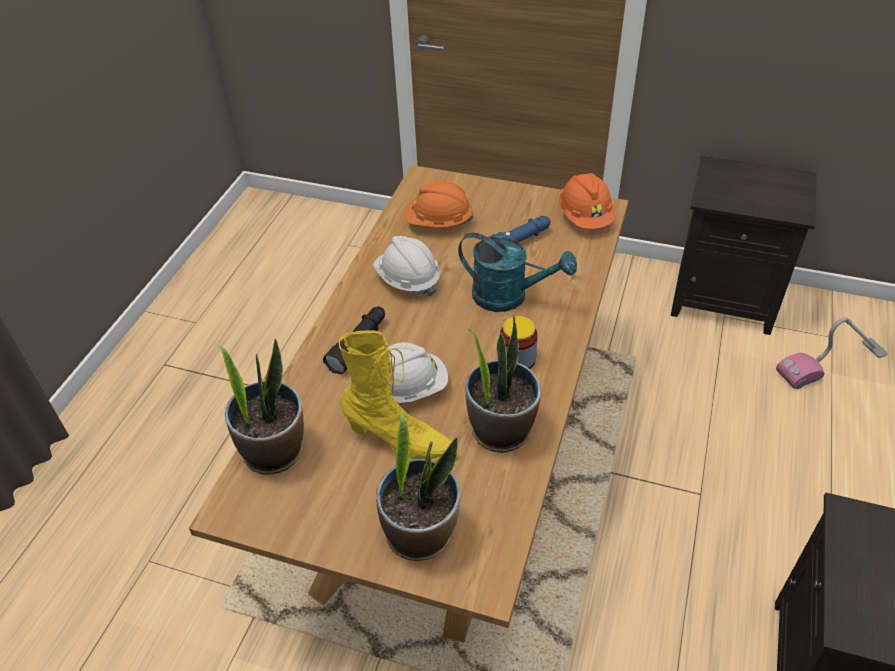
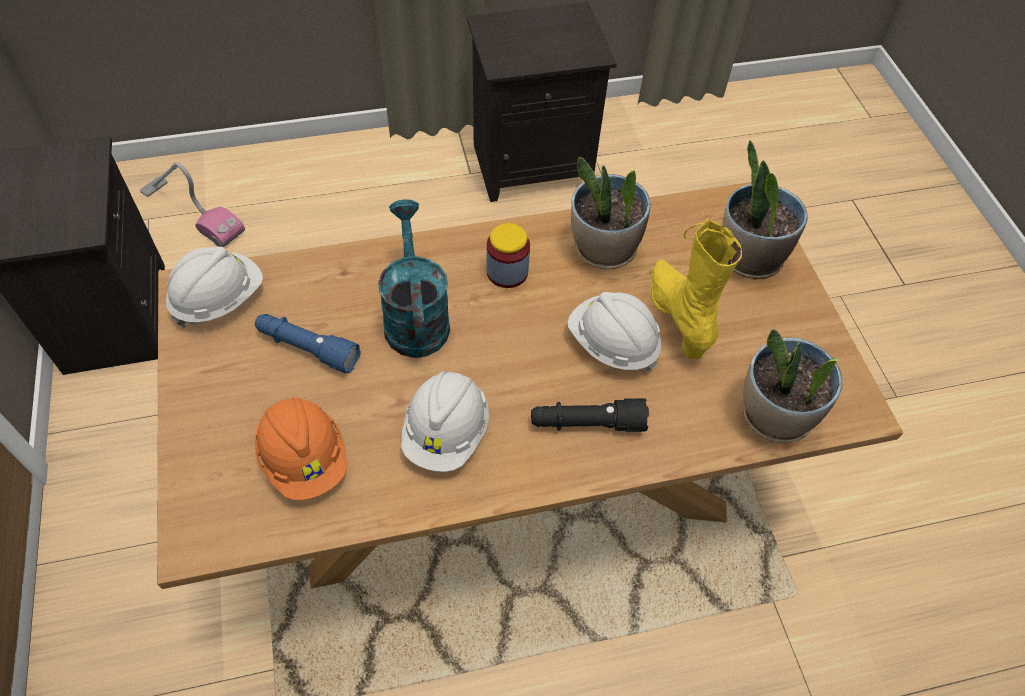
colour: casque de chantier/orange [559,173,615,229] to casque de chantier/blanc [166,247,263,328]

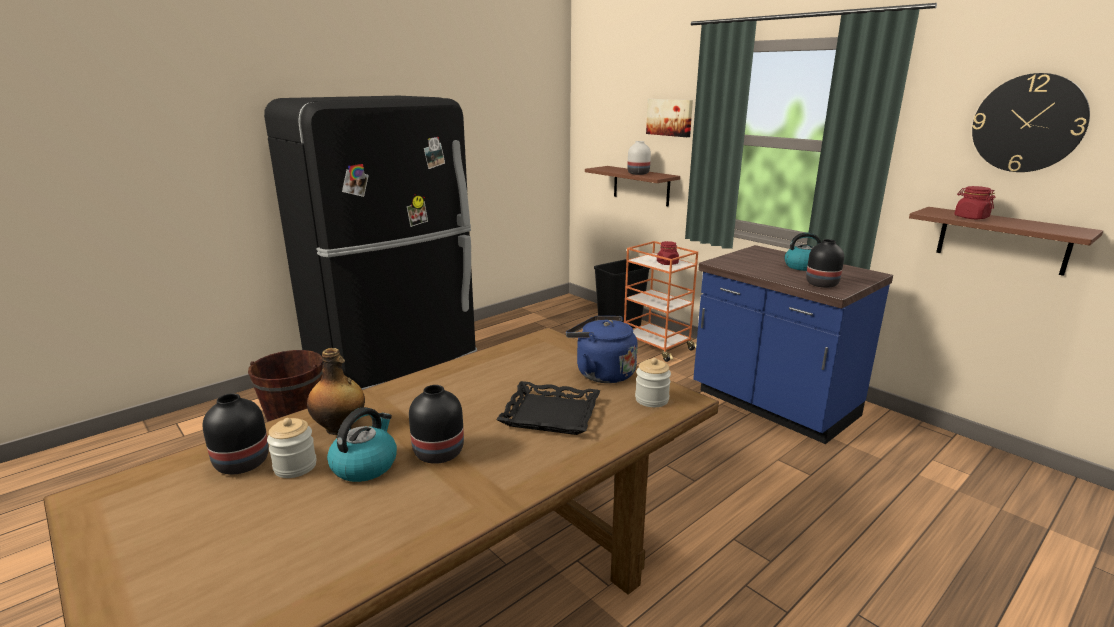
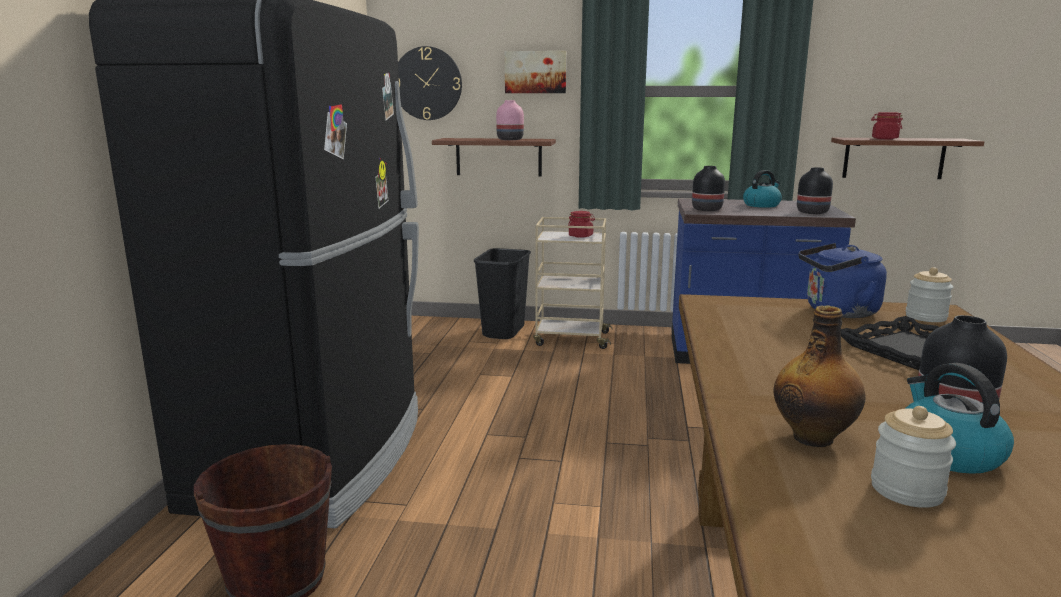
relocated: vase/noir [203,393,269,475] to [692,166,725,211]; horloge murale [972,73,1090,172] to [398,46,462,120]
colour: chariot/orange [624,241,698,362] to chariot/beige [533,217,613,349]; vase/blanc [627,141,651,175] to vase/rose [496,100,524,140]

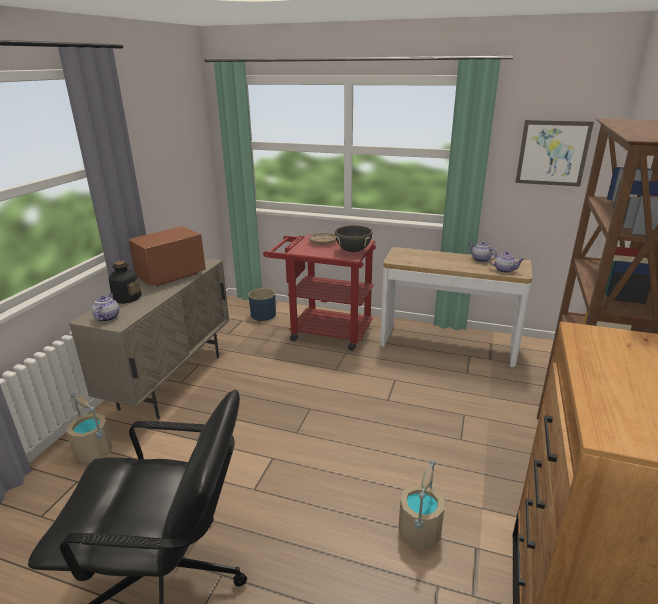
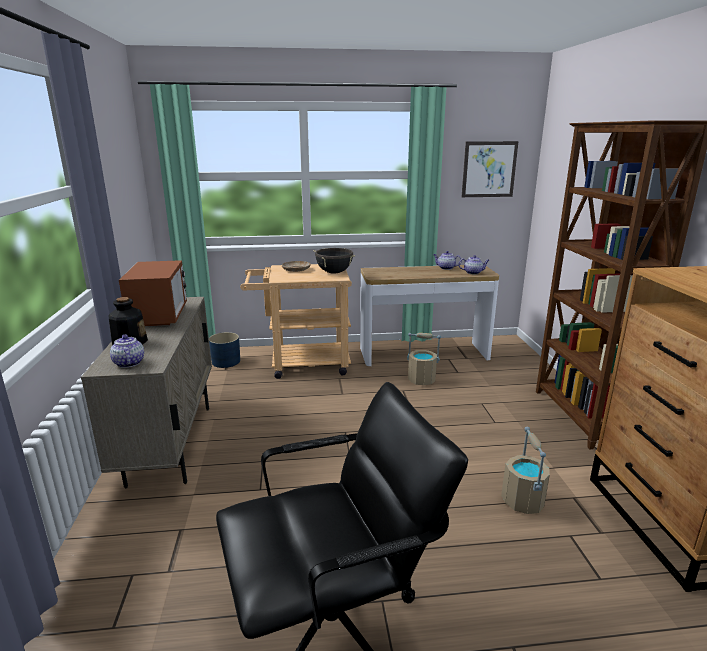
relocated: seau/beige [66,393,113,463] to [407,333,441,385]
colour: chariot/rouge [263,234,376,351] to chariot/beige [240,264,352,379]
spun: micro-ondes [129,226,206,286] = [119,260,187,326] 150 degrees clockwise

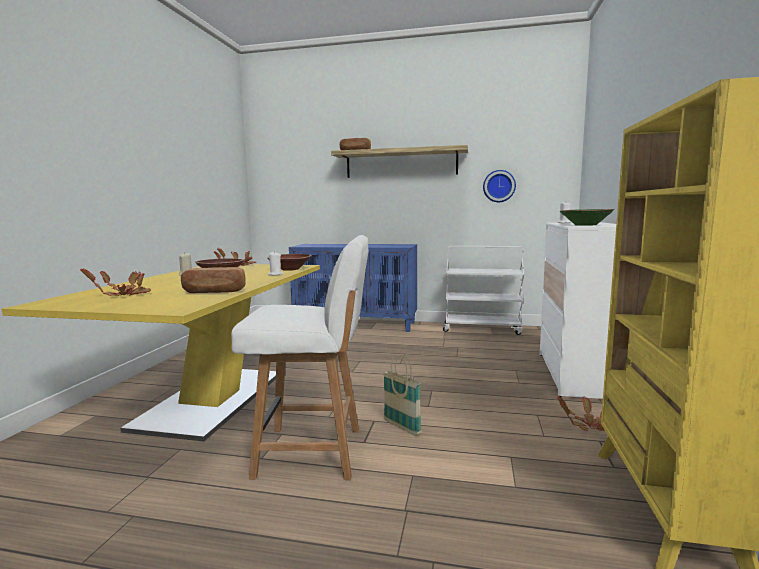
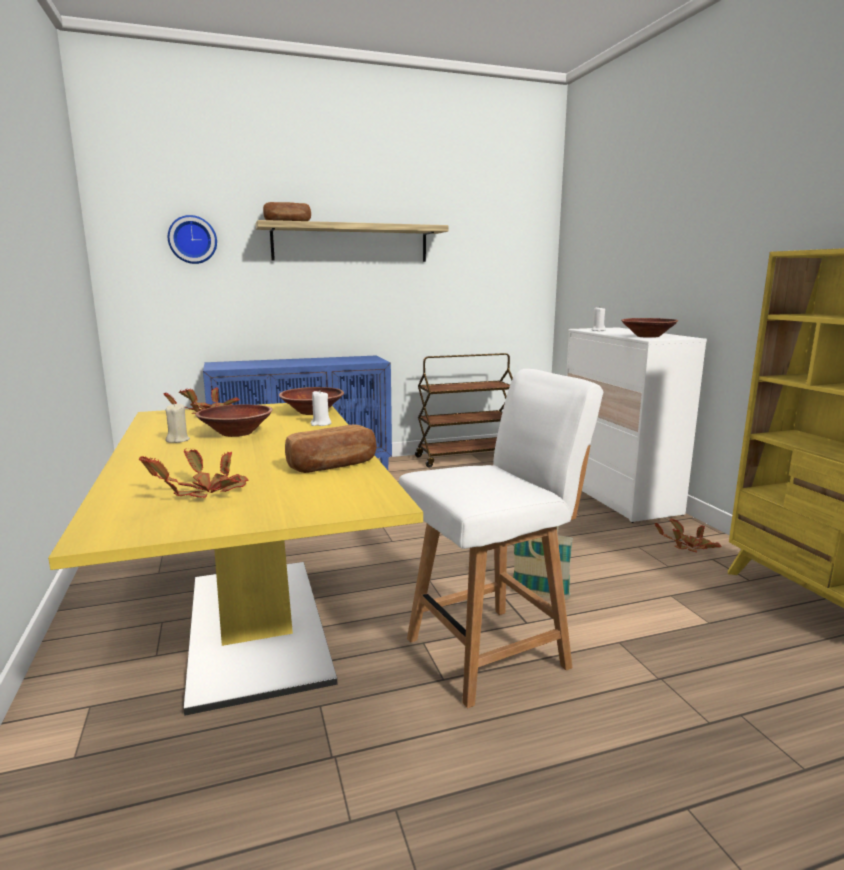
relocated: horloge murale [483,170,516,202] to [168,215,217,264]
colour: chariot/blanc [443,246,524,335] to chariot/marron [415,353,513,468]; bol/vert [560,209,614,226] to bol/marron [621,318,678,338]

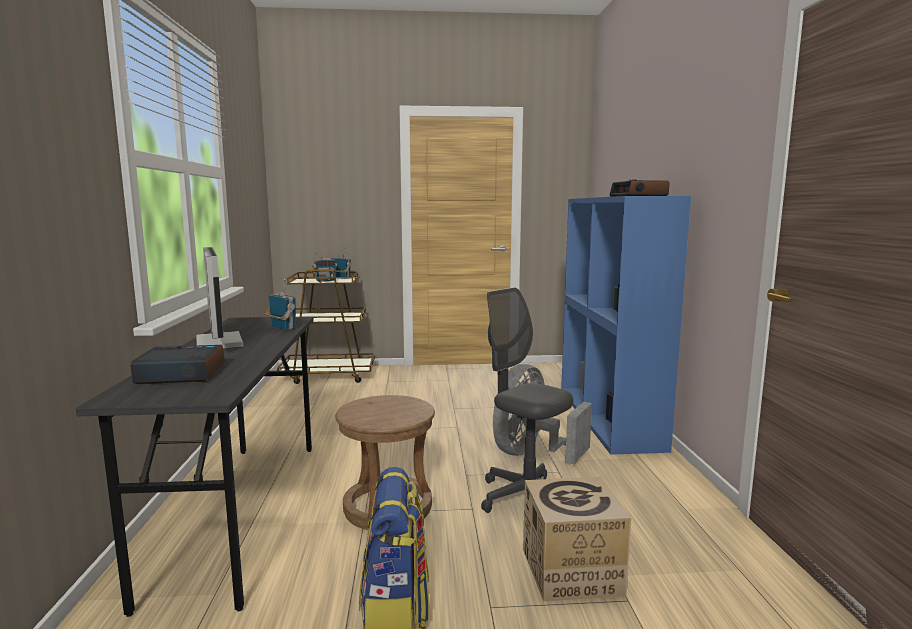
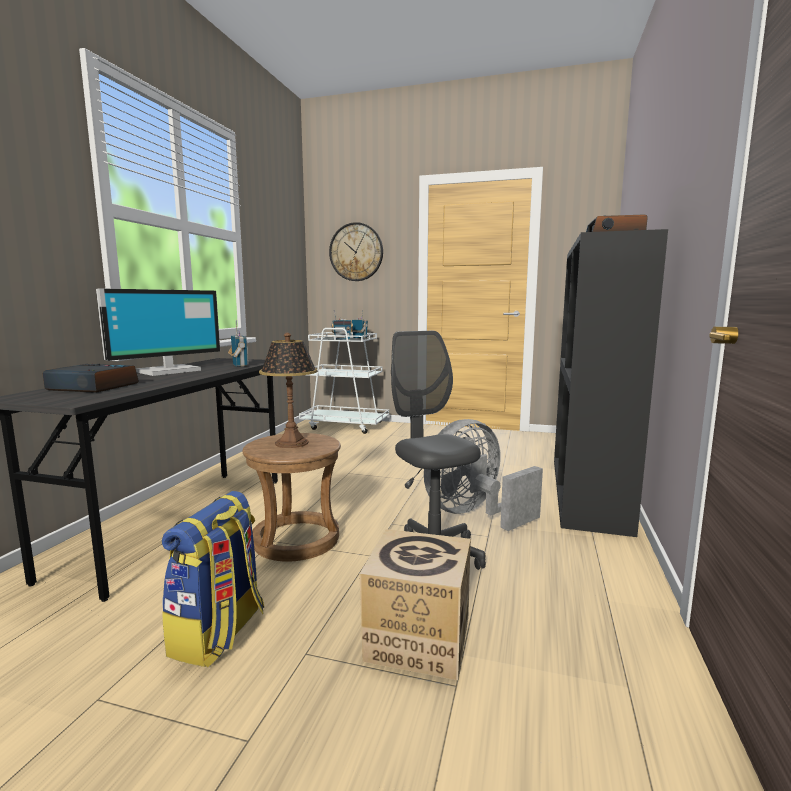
appeared: lampe de table [259,333,318,448]; horloge murale [329,222,383,281]
colour: chariot/marron [277,269,374,384] to chariot/blanc [299,328,389,434]; bibliothèque/bleu [561,196,691,455] to bibliothèque/noir [554,229,668,537]
spun: écran d'ordinateur [196,247,243,348] = [96,288,220,376] 45 degrees clockwise

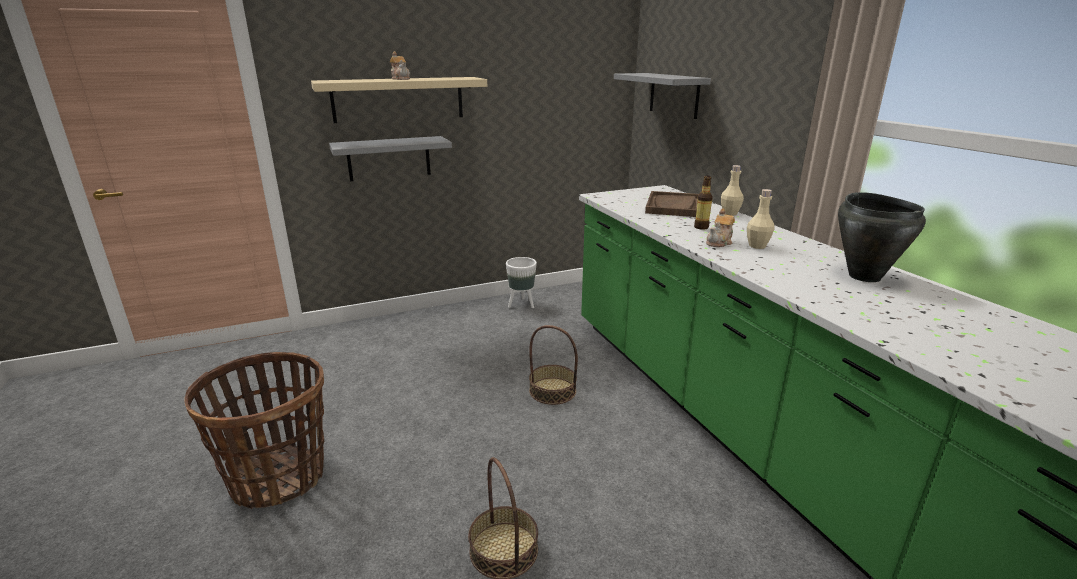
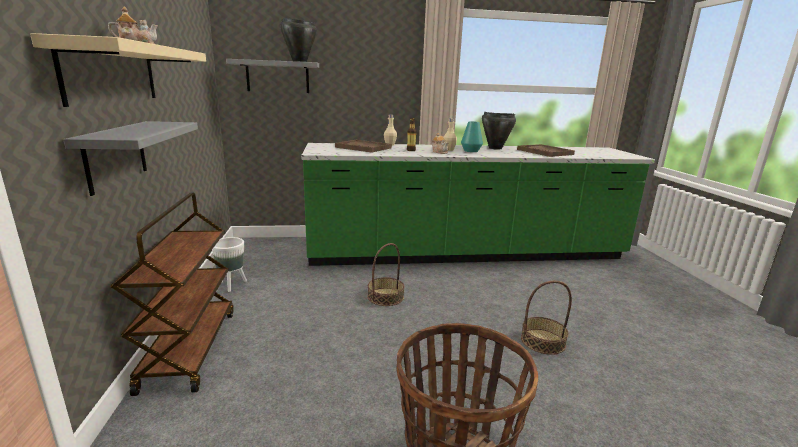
appeared: chariot/marron [110,193,234,396]; marmite/noir [280,18,317,62]; vase/turquoise [461,121,483,152]; plateau/marron [517,144,575,157]

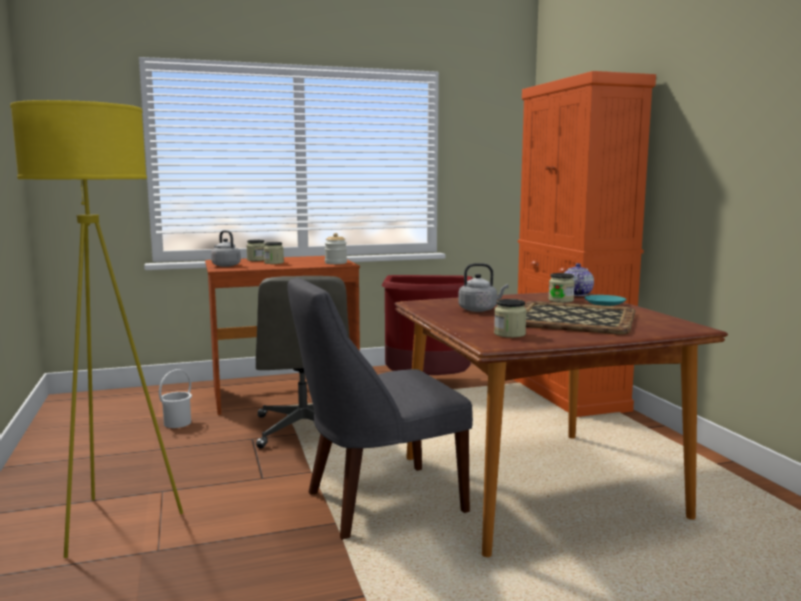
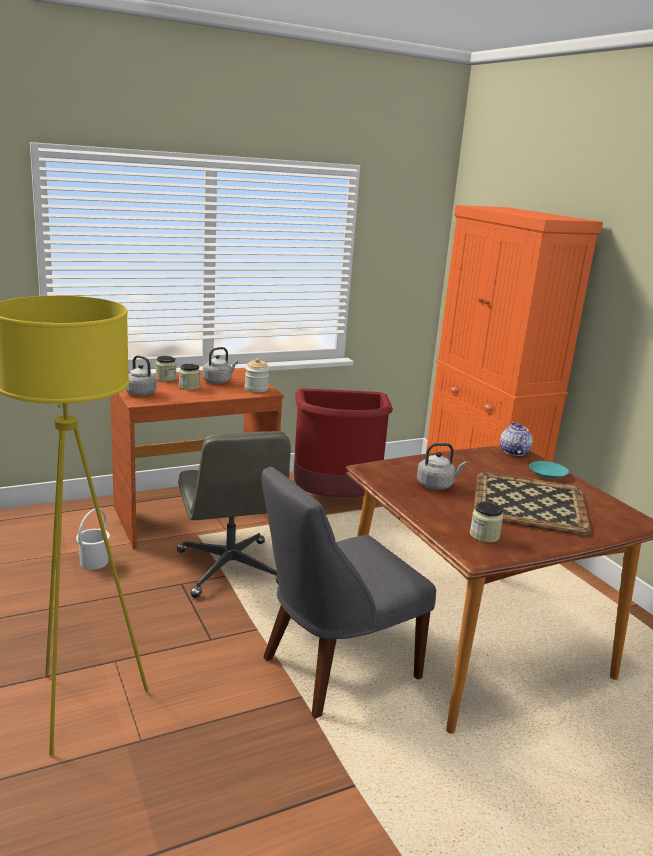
missing: bocal [548,273,575,303]
appeared: bouilloire/gris [203,347,238,384]

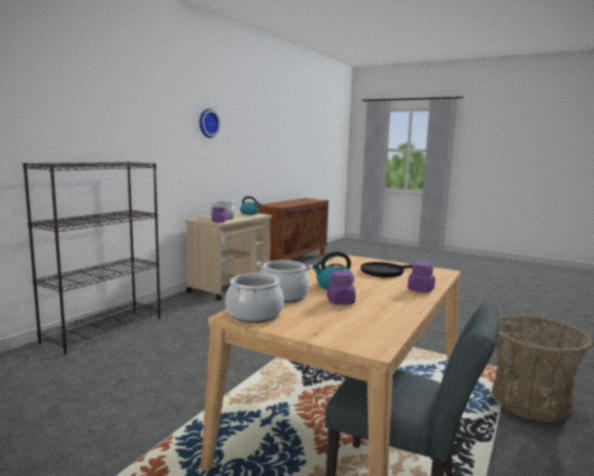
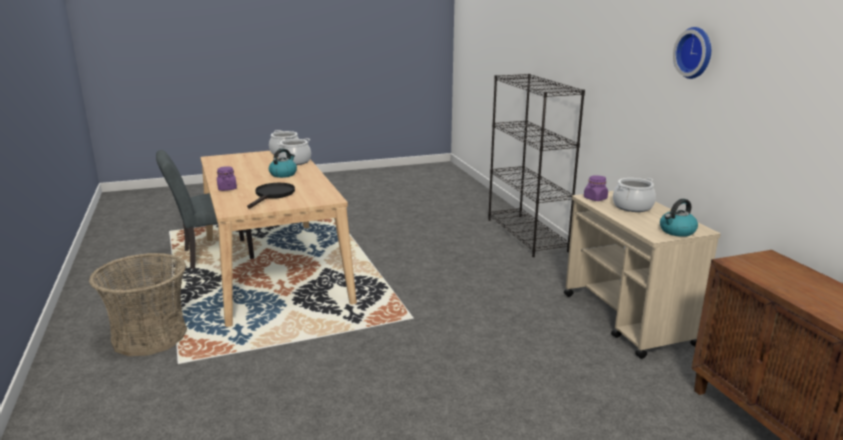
missing: bocal/violet [327,271,356,305]

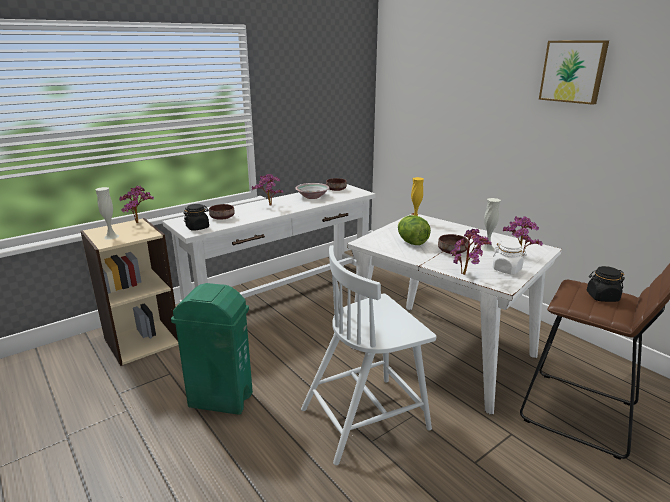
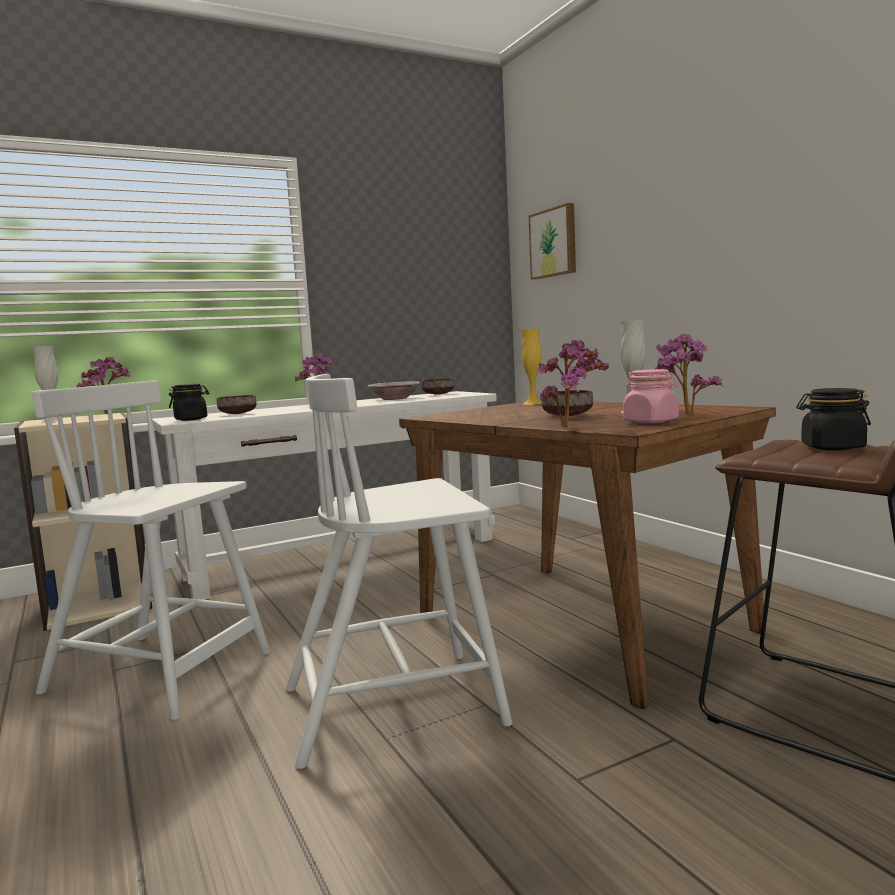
missing: laitue [398,215,431,245]
relocated: tableau [539,40,609,105] to [528,203,576,280]
exchanged: poubelle/vert [171,283,253,415] to chaise/blanc [32,380,270,720]
colour: table à manger/blanc [347,213,562,415] to table à manger/marron [399,400,776,709]; bocal/blanc [493,241,527,275] to bocal/rose [623,369,679,423]

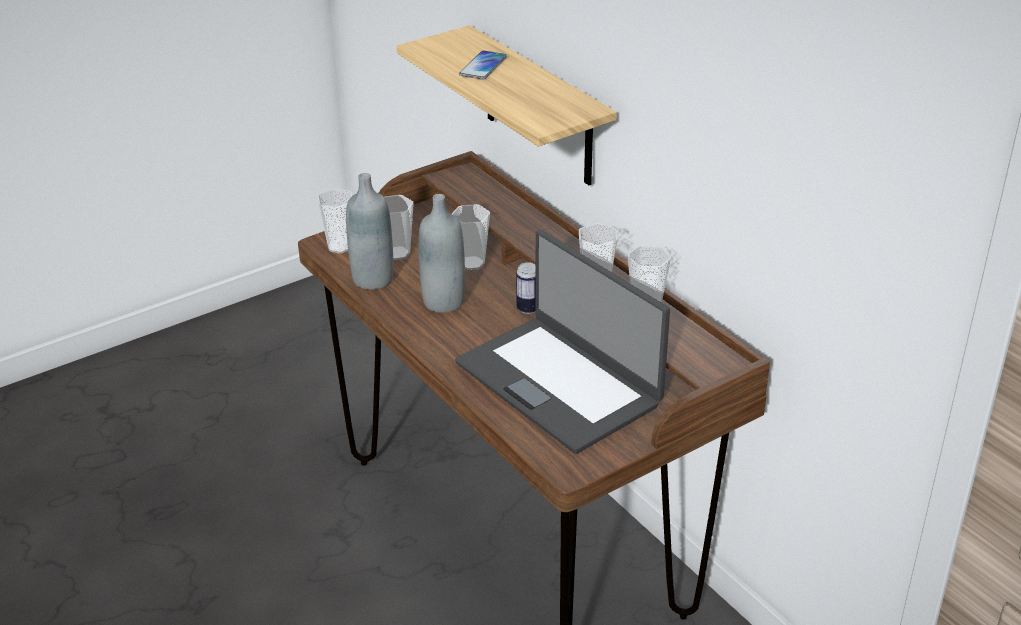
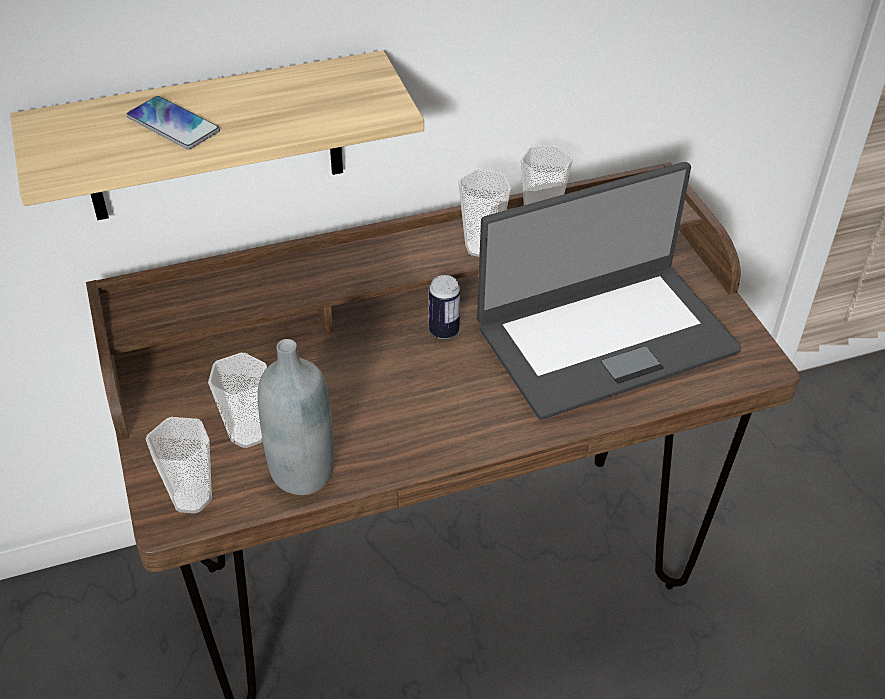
missing: bouteille/gris [418,194,465,313]; tasse [452,204,490,270]

